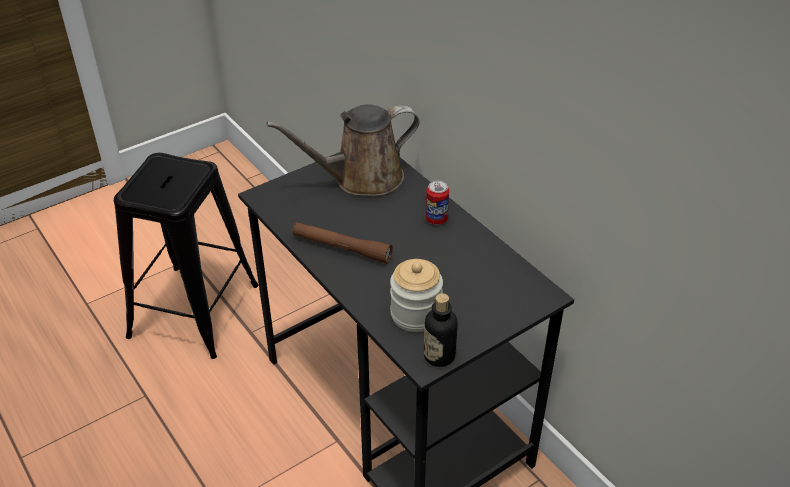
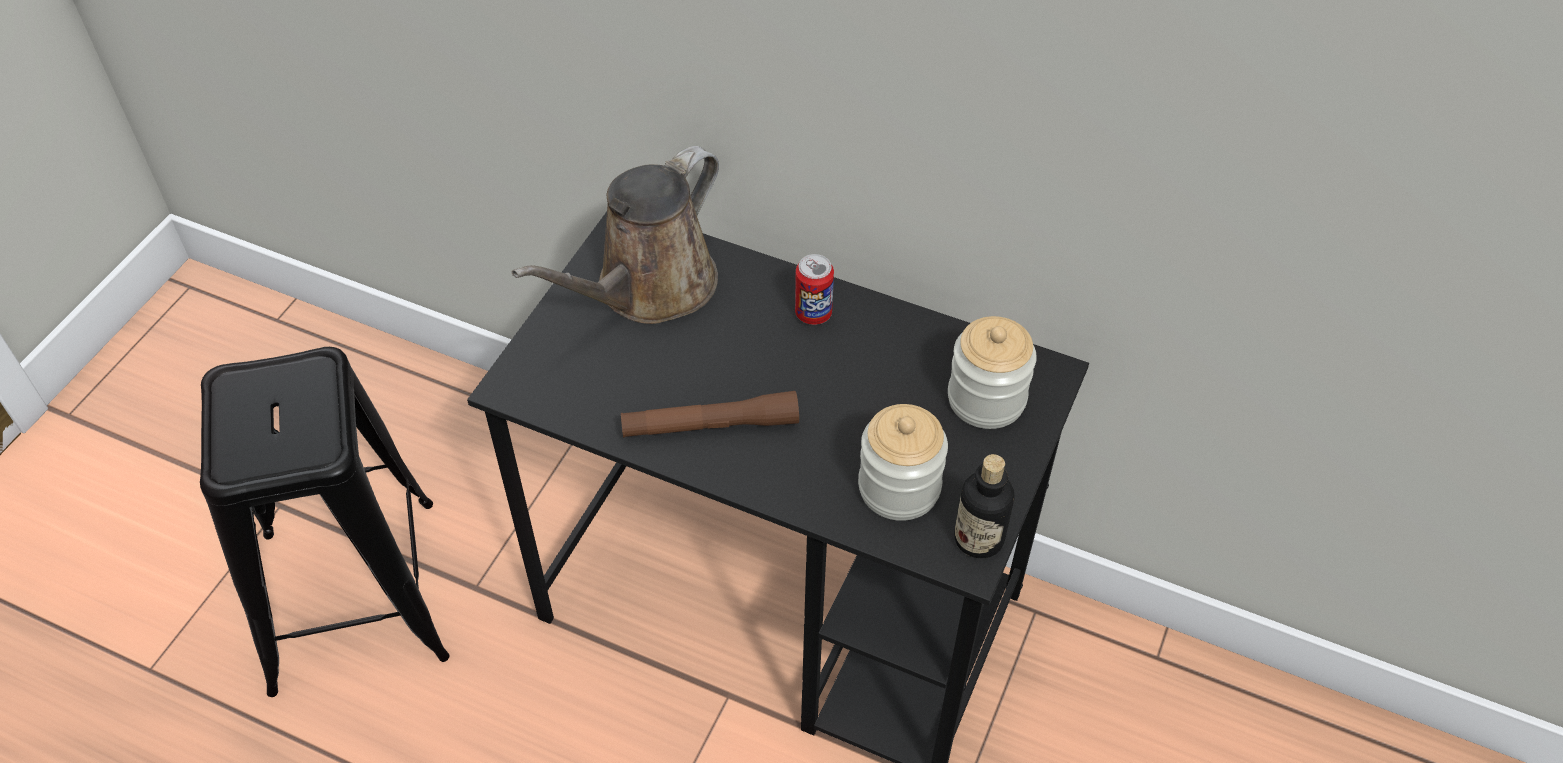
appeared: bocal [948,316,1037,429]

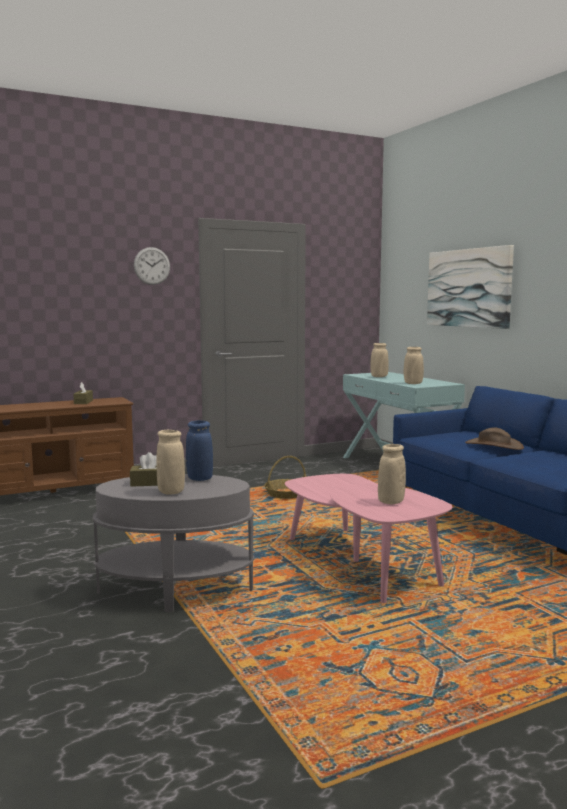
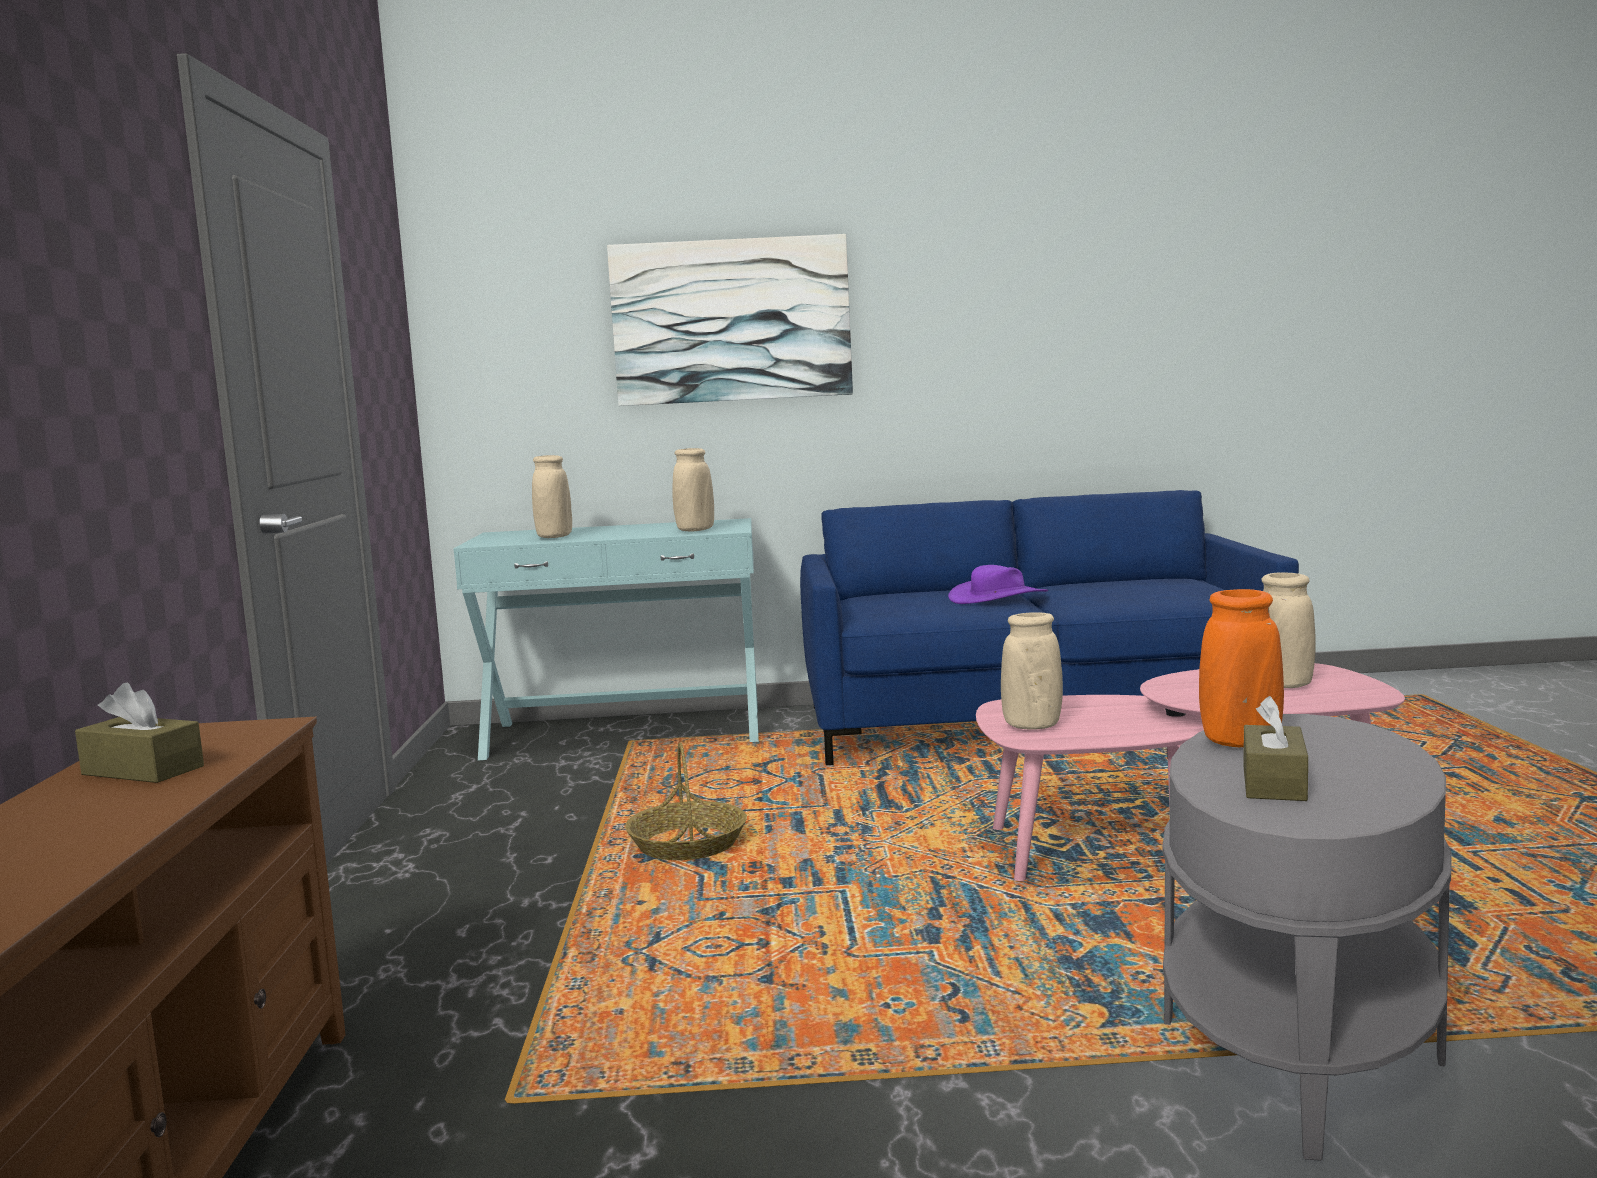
missing: horloge murale [134,247,170,285]
relocated: vase/beige [157,430,185,495] to [1001,612,1063,730]
colour: vase/bleu [186,420,213,481] to vase/orange [1199,589,1284,747]; chapeau/marron [465,427,524,450] to chapeau/violet [948,565,1048,604]

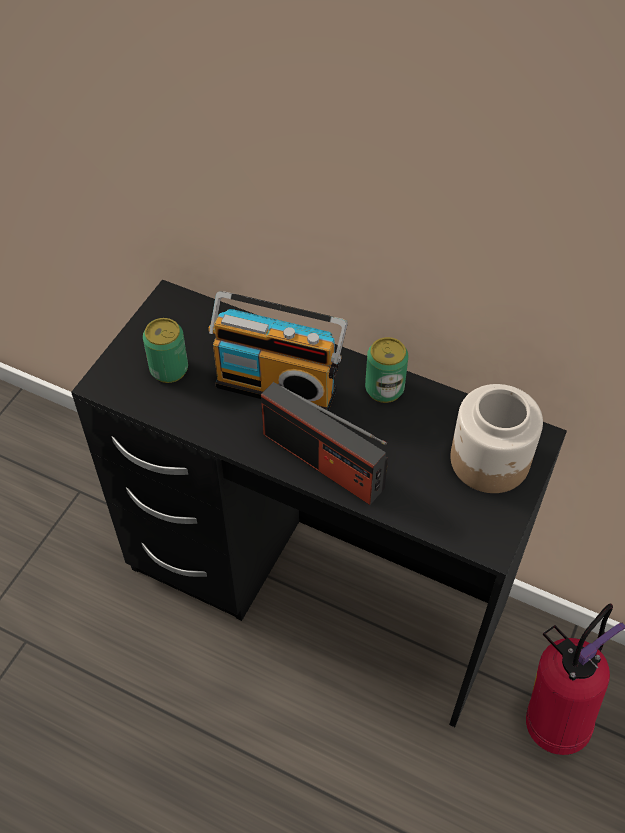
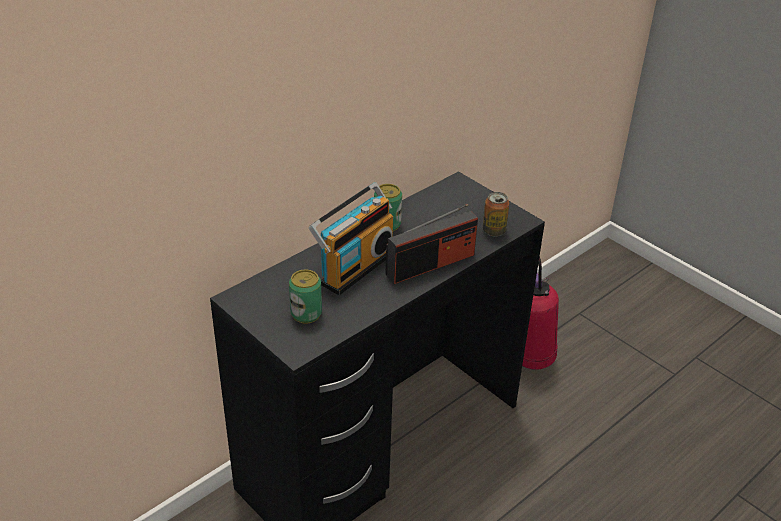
missing: bocal [450,384,543,493]
appeared: boîte métallique [483,192,509,237]

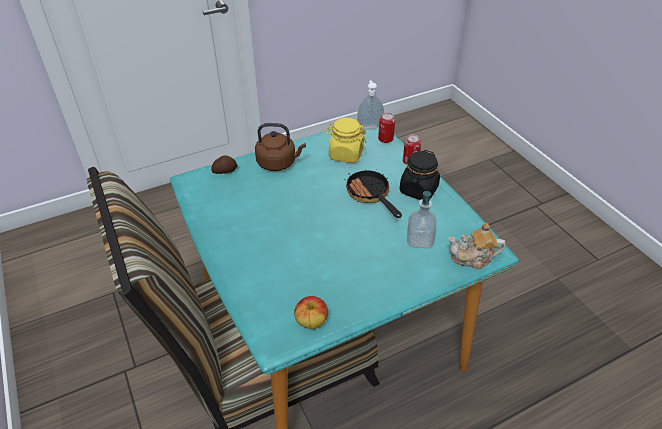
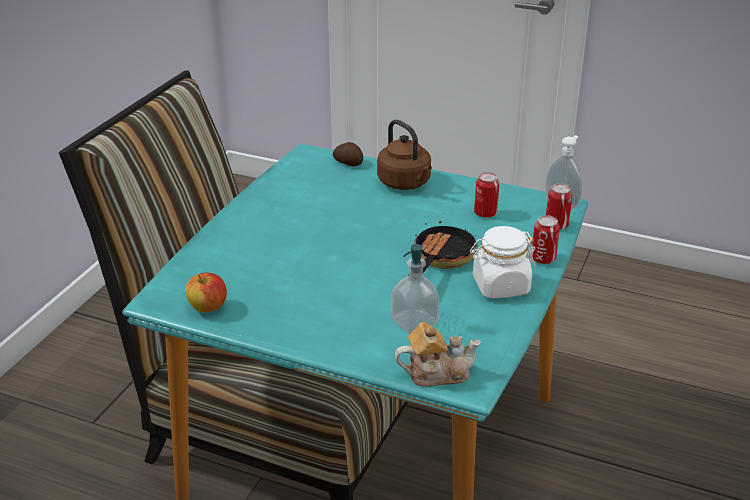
exchanged: bocal/jaune [326,118,367,163] to boîte métallique [474,172,499,218]
colour: bocal/noir [400,150,440,200] to bocal/blanc [470,226,535,299]
spun: théière [448,223,506,269] = [395,322,481,387] 120 degrees clockwise

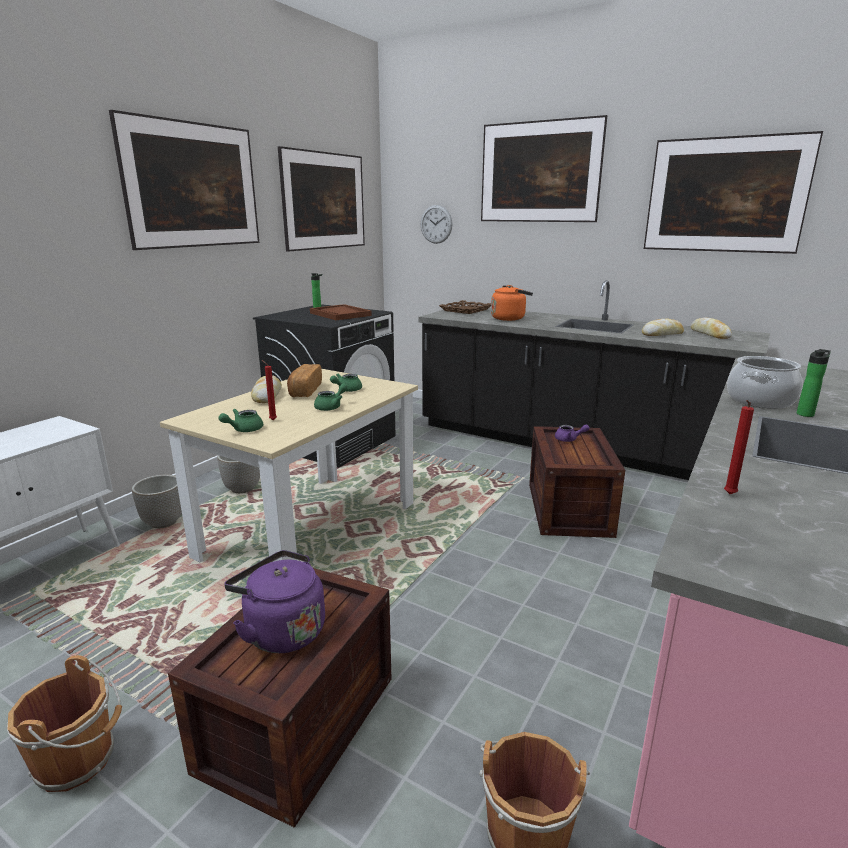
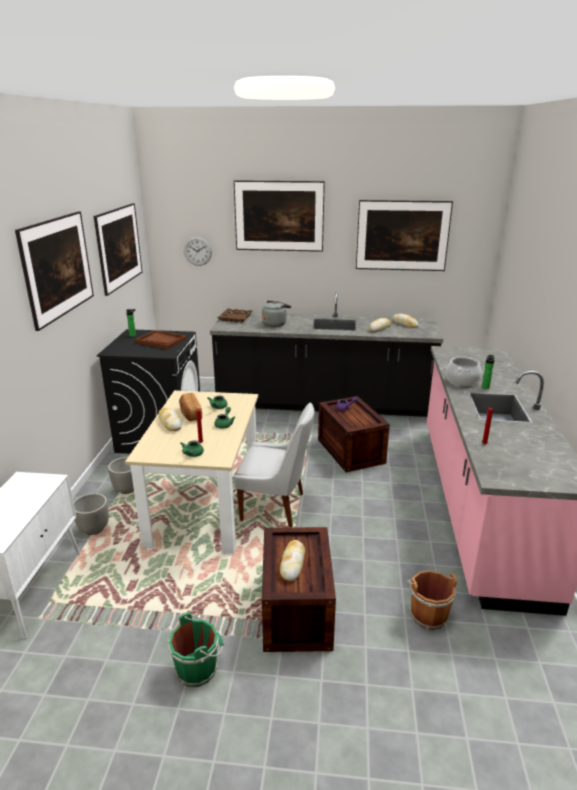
appeared: chaise/blanc [235,402,314,528]
exchanged: bouilloire/violet [224,550,325,653] to pain [280,540,305,581]
colour: seau/marron [7,655,122,792] to seau/vert [168,612,223,687]; bouilloire/orange [491,285,533,321] to bouilloire/gris [262,301,291,327]

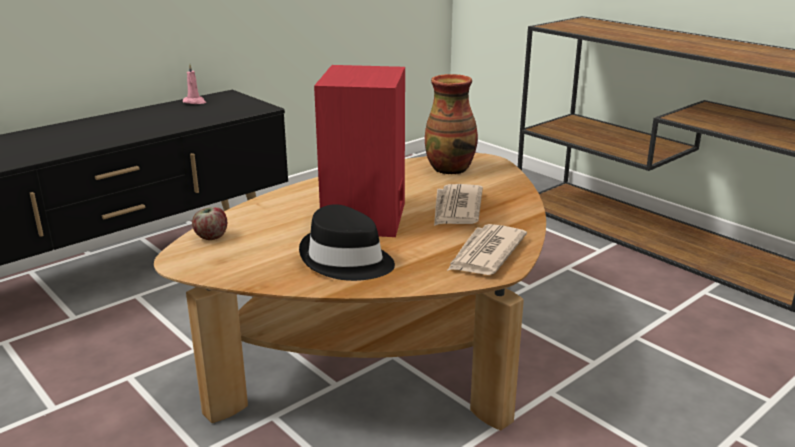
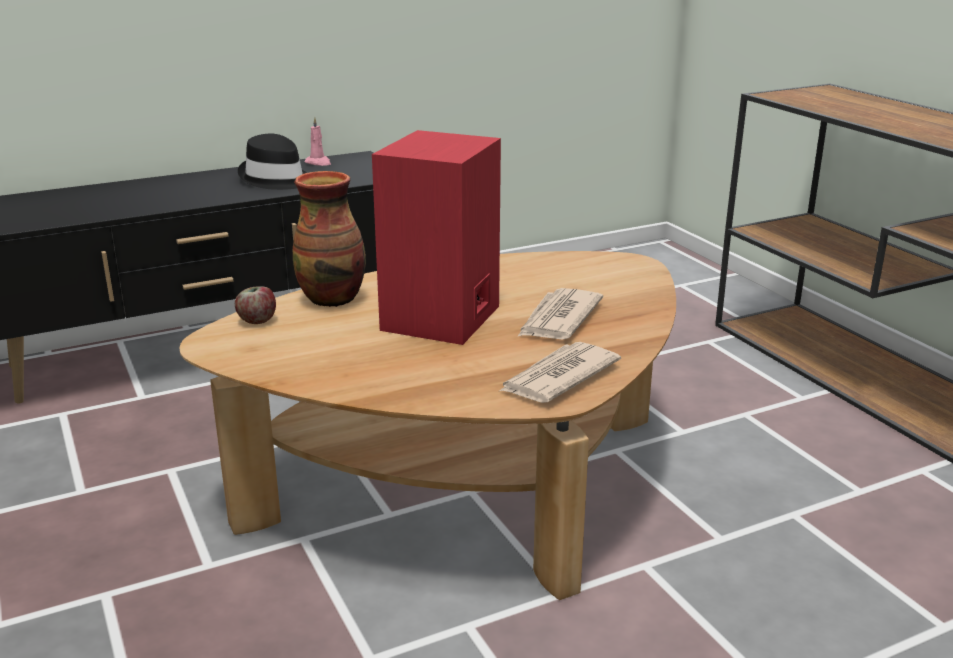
relocated: chapeau/noir [299,204,395,281] to [238,134,307,190]; vase [425,74,478,175] to [293,171,366,307]

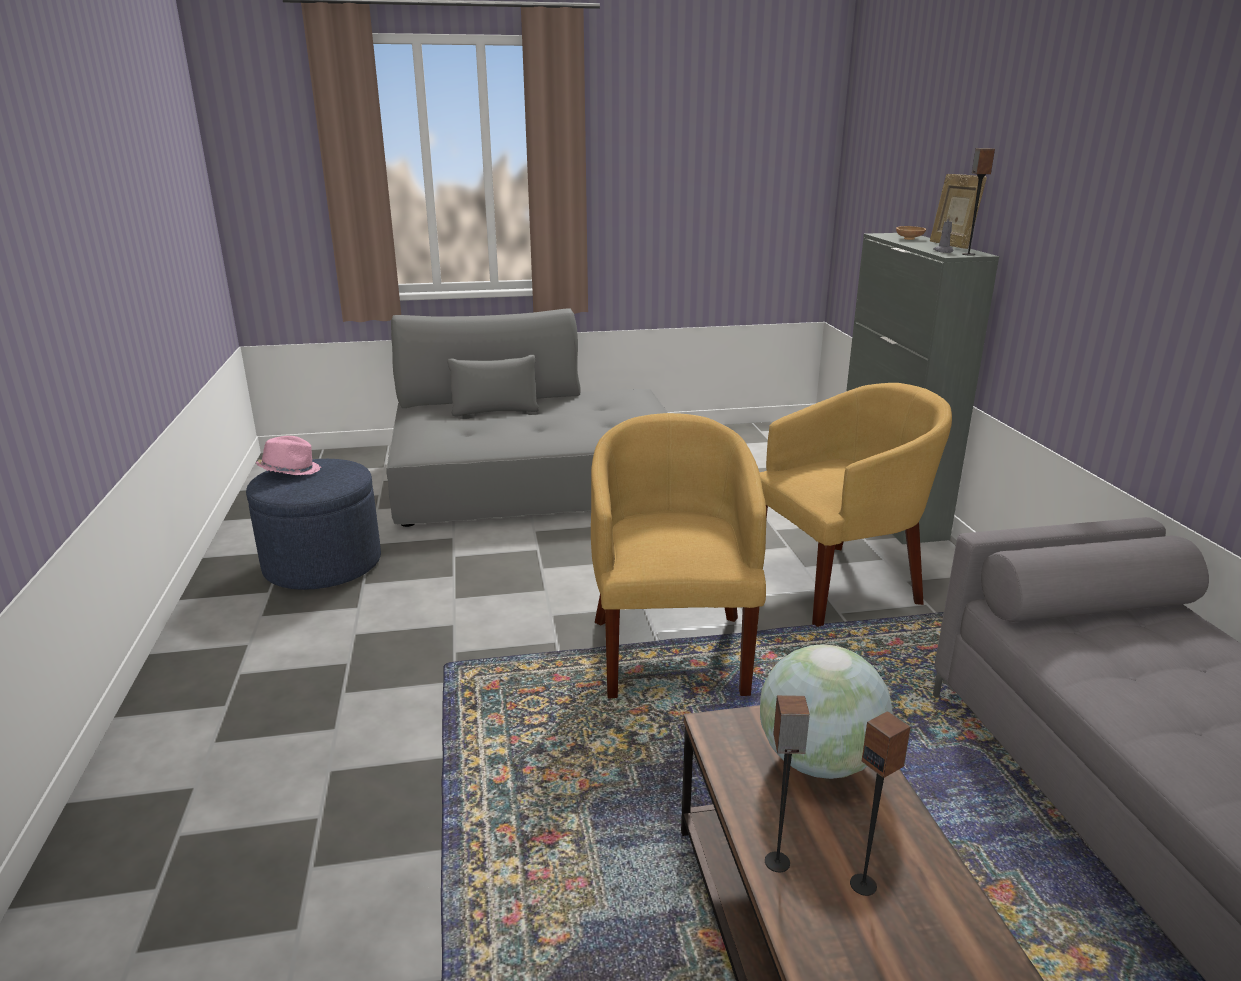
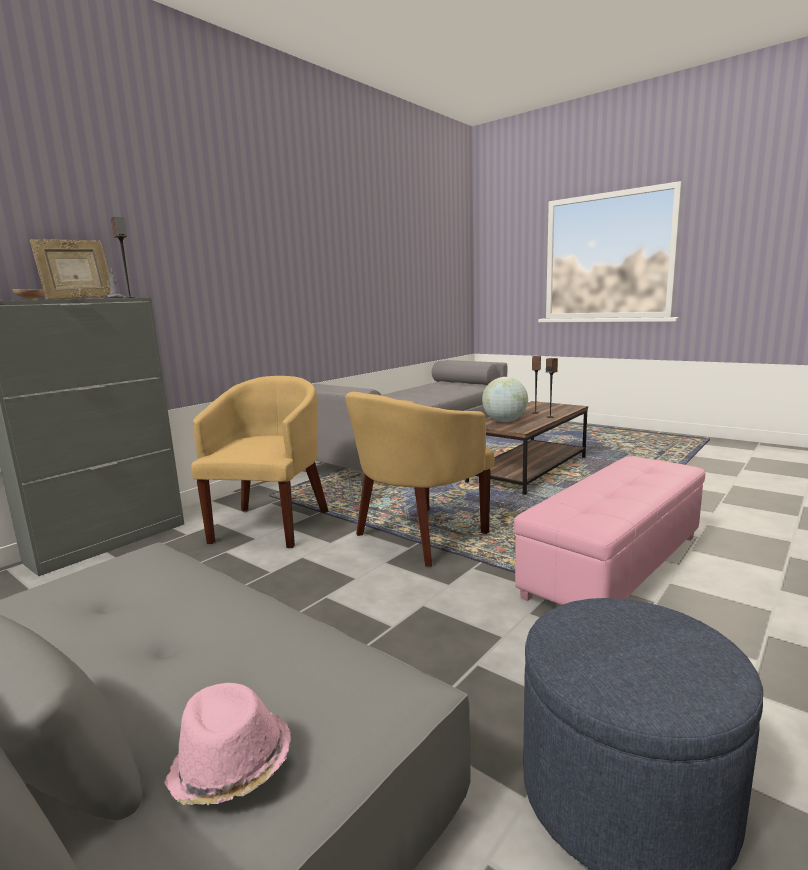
appeared: pouf/rose [514,456,705,605]
relocated: chapeau/rose [256,436,321,475] to [164,683,291,805]
spun: fauteuil/jaune [759,383,952,627] = [191,376,329,548] 75 degrees clockwise

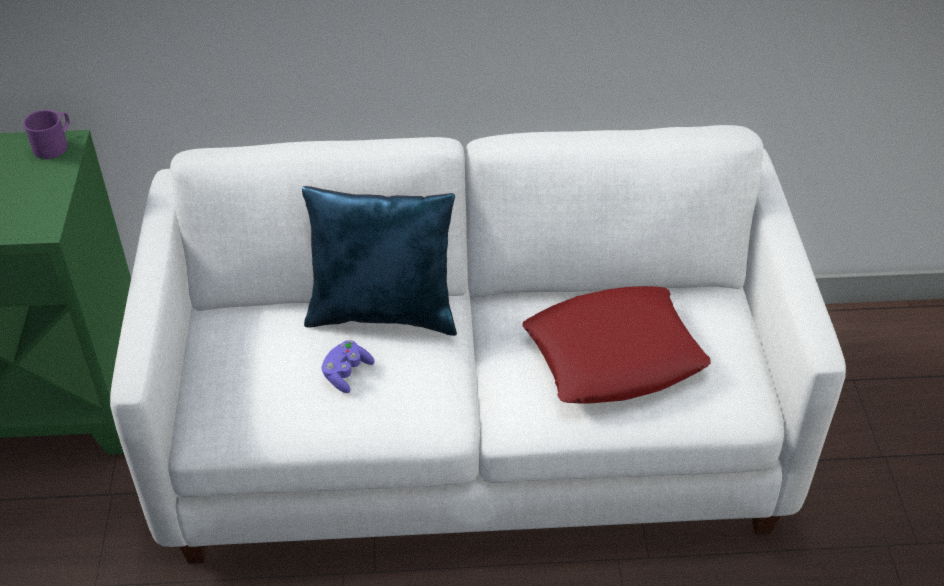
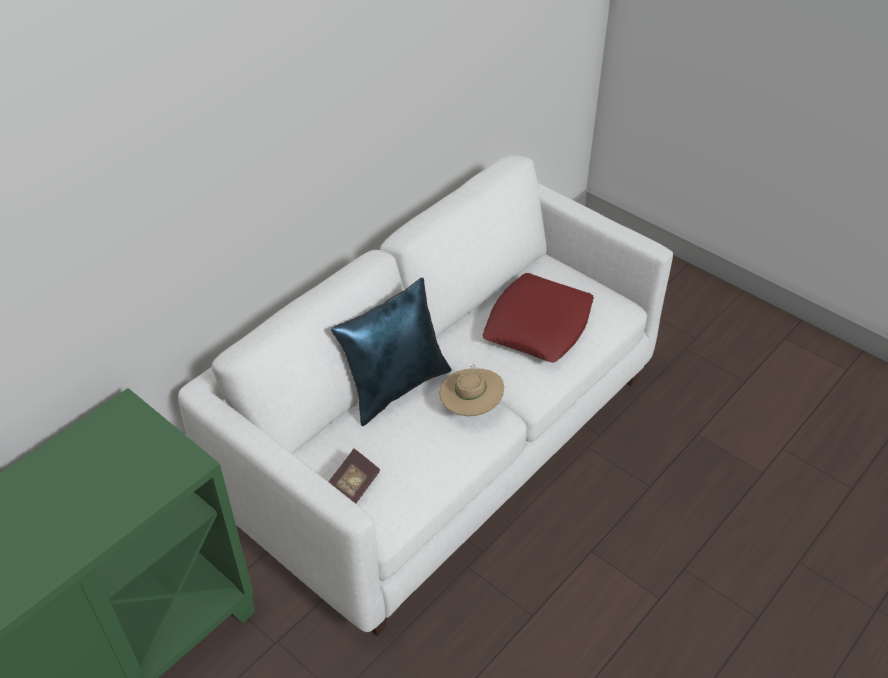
missing: mug/violet [23,110,70,159]; manette/violet [322,340,375,393]
appeared: livre [328,449,380,503]; chapeau/beige [440,364,504,416]

